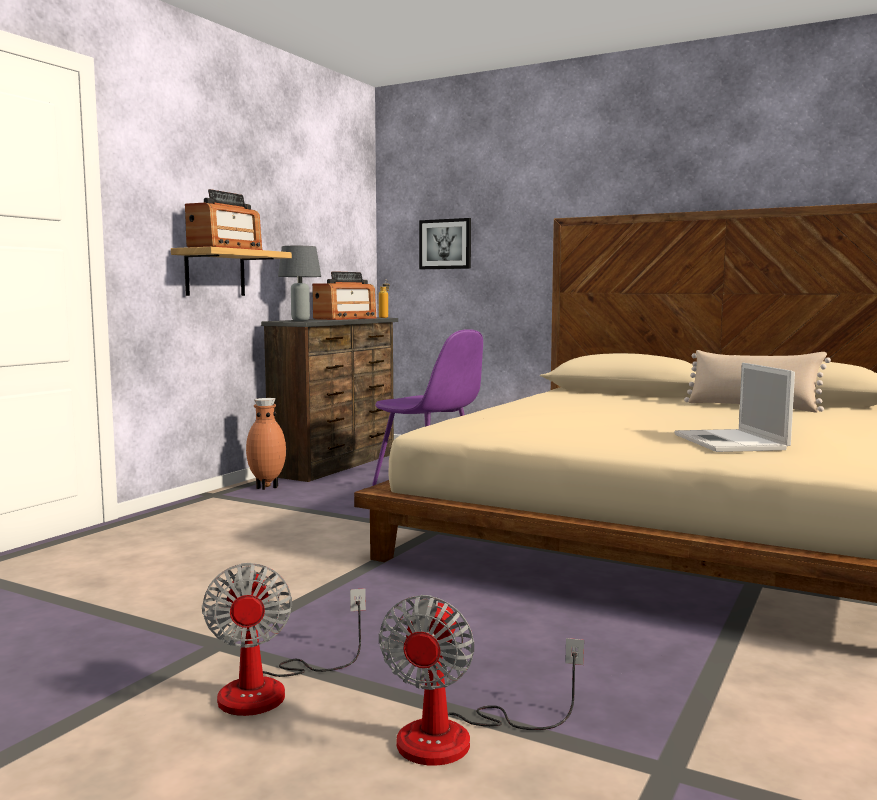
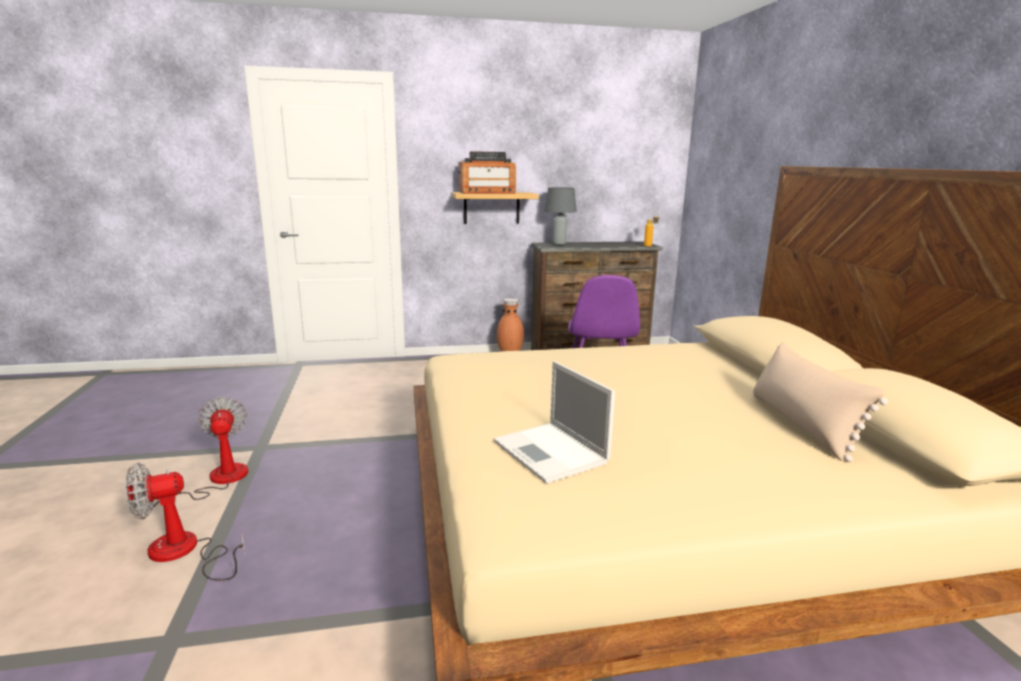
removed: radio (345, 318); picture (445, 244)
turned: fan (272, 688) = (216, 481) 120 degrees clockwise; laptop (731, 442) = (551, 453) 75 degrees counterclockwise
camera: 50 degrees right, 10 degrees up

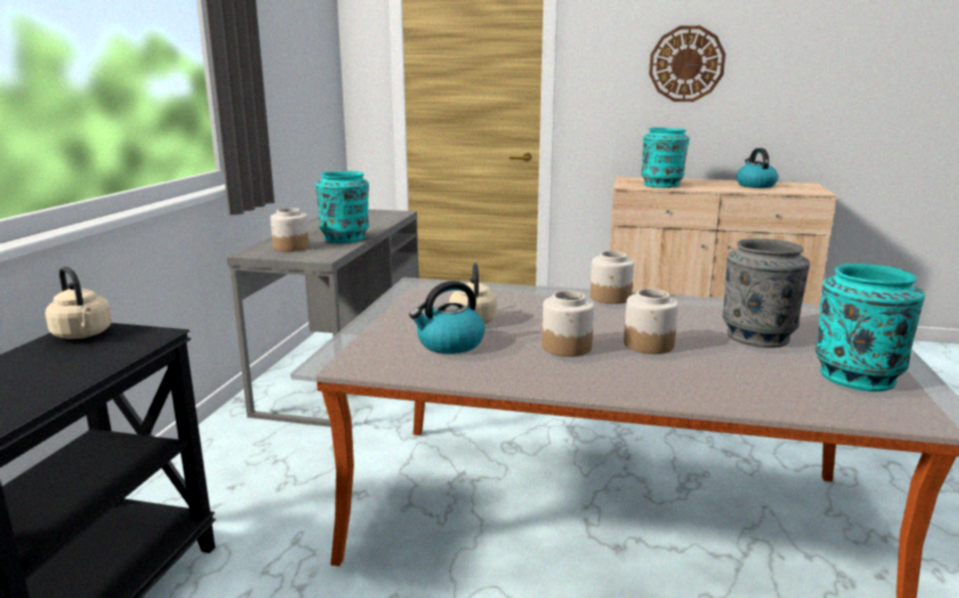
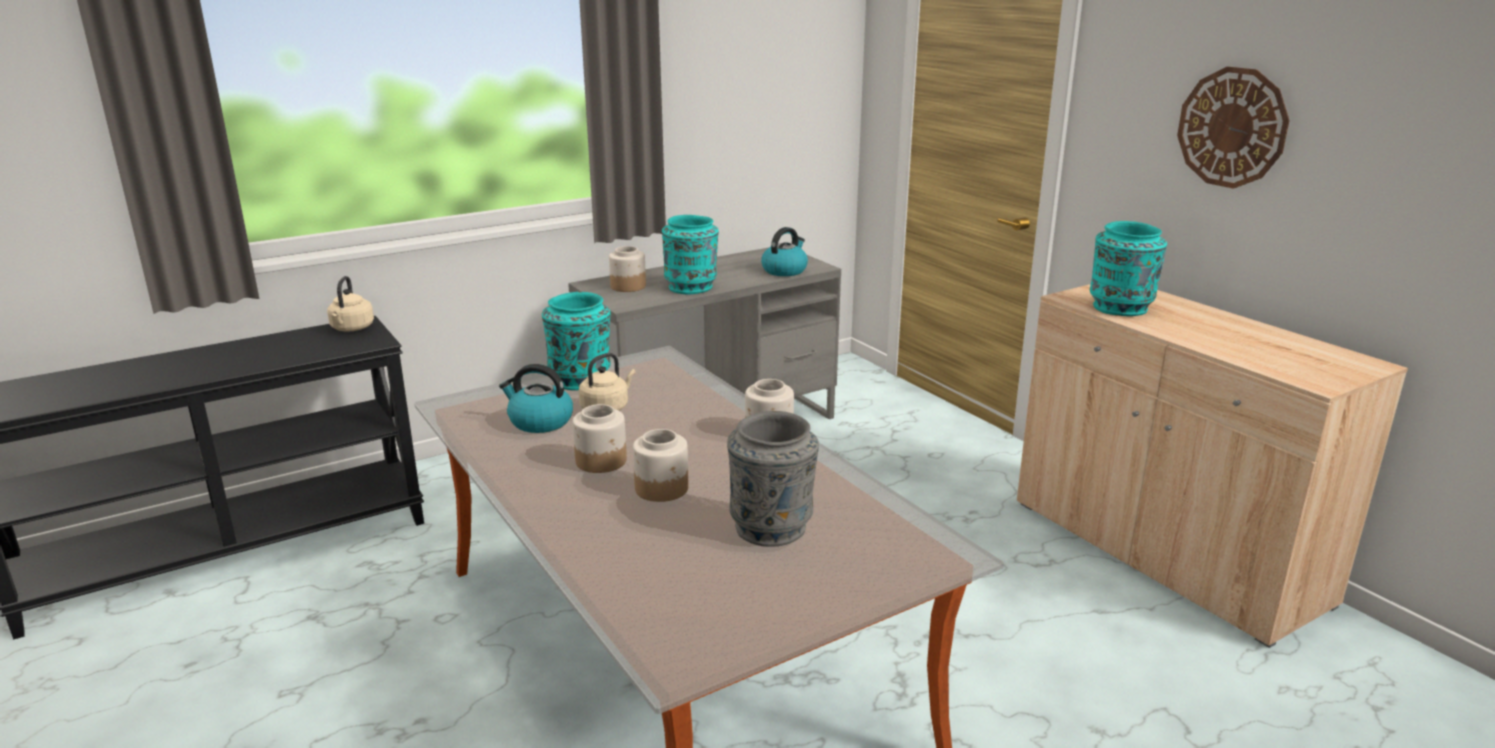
moved: kettle (755, 185) to (784, 270); vase/turquoise (856, 376) to (580, 379)
camera: 45 degrees right, 5 degrees up

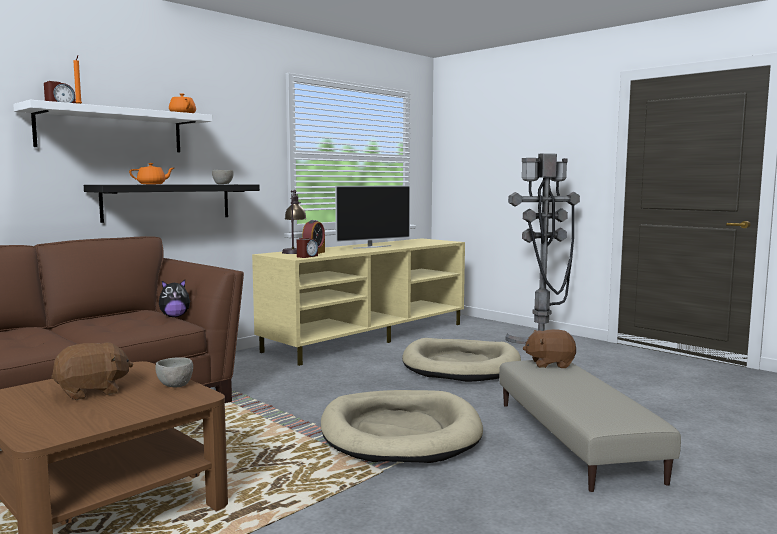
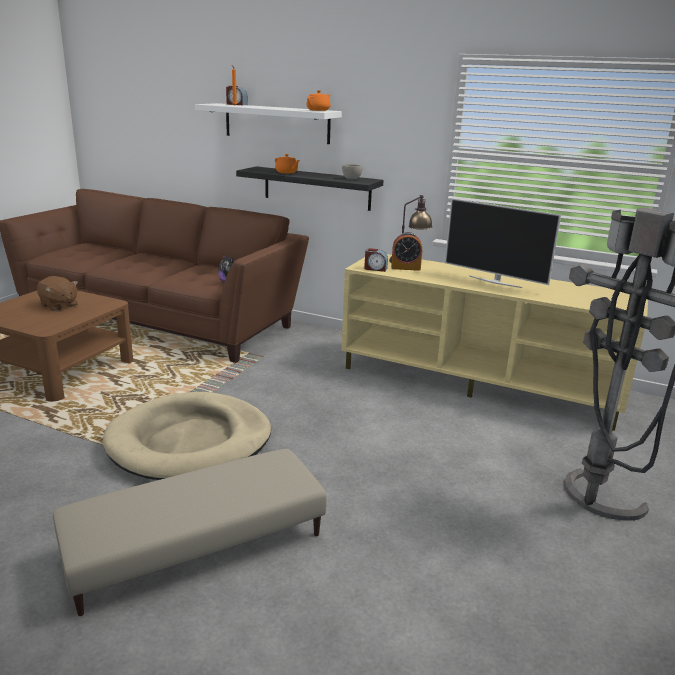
removed: bowl/grey (174, 385); dog bed/beige (461, 365); plush toy/brown (550, 364)
camera: 70 degrees right, 15 degrees up

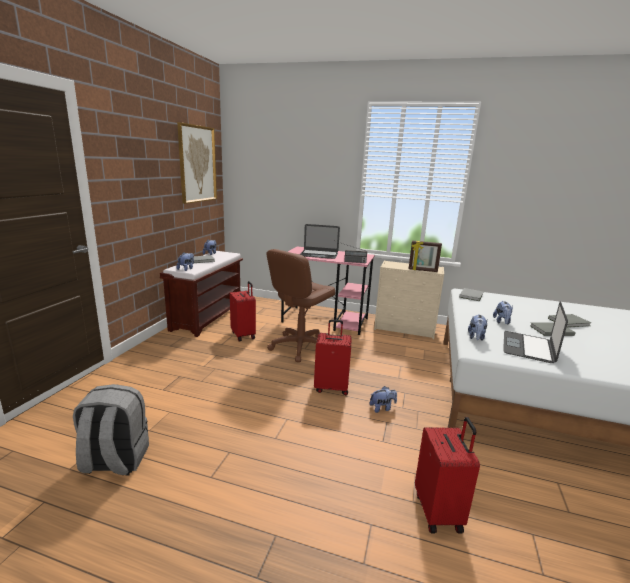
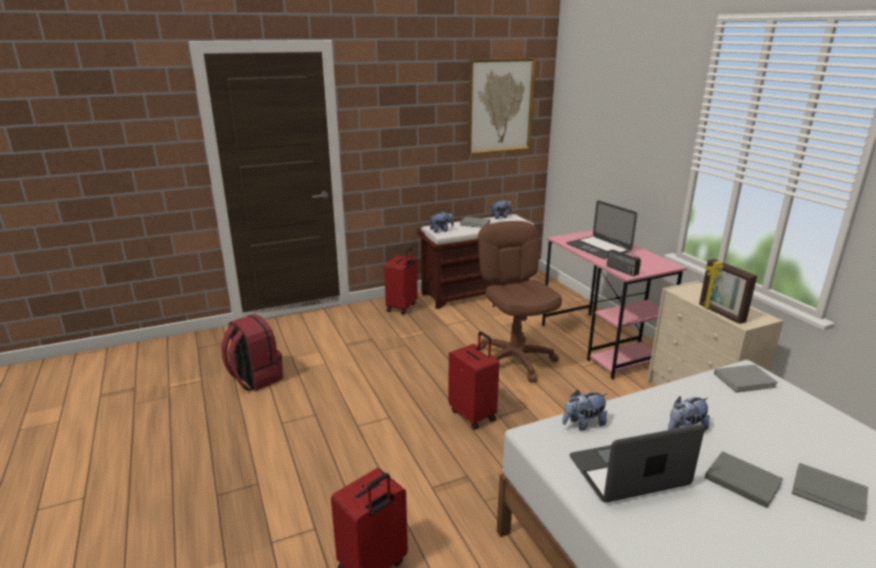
removed: plush toy (382, 408)
moved: suitcase/red (244, 335) to (402, 307)
recoloured: backpack/grey (115, 461) to backpack/red (255, 378)
turned: office chair/brown (300, 347) = (514, 360) 75 degrees clockwise
camera: 50 degrees right, 5 degrees up

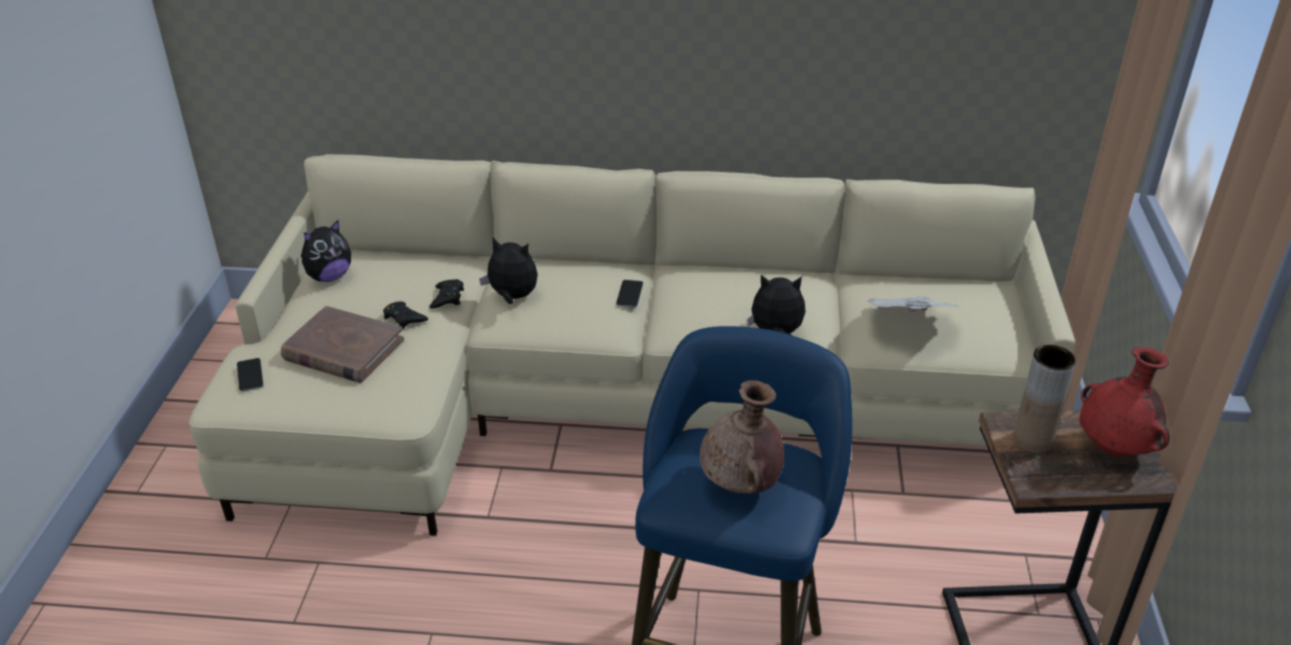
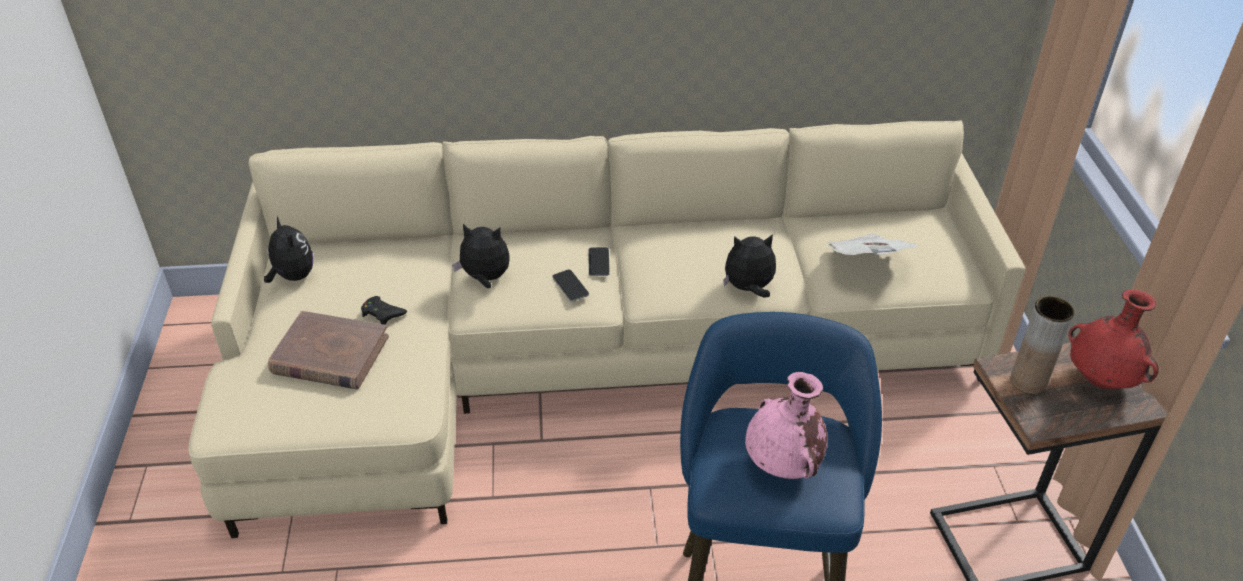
removed: game controller/black (447, 298)
moved: phone (250, 375) to (570, 286)
recoloured: vase/brown (740, 485) to vase/pink (783, 466)
turned: plush toy (329, 277) = (292, 276) 75 degrees counterclockwise
camera: 10 degrees left, 5 degrees up

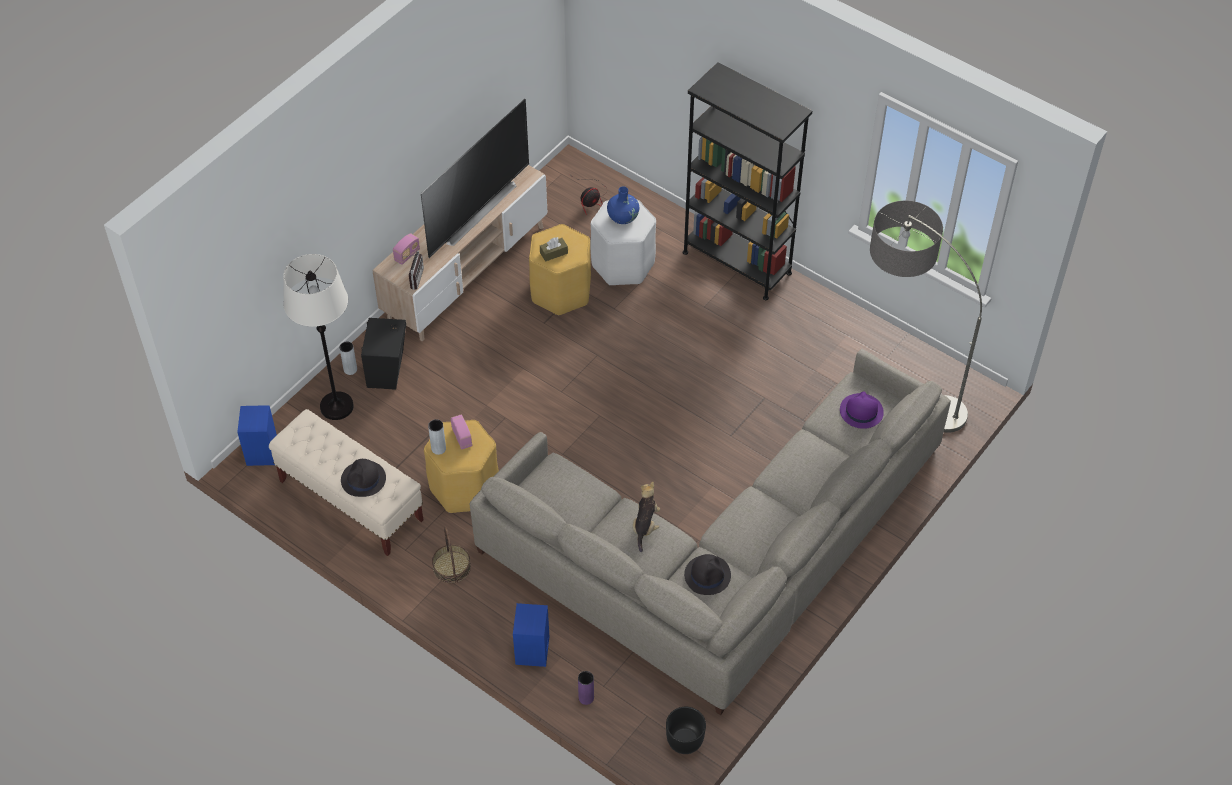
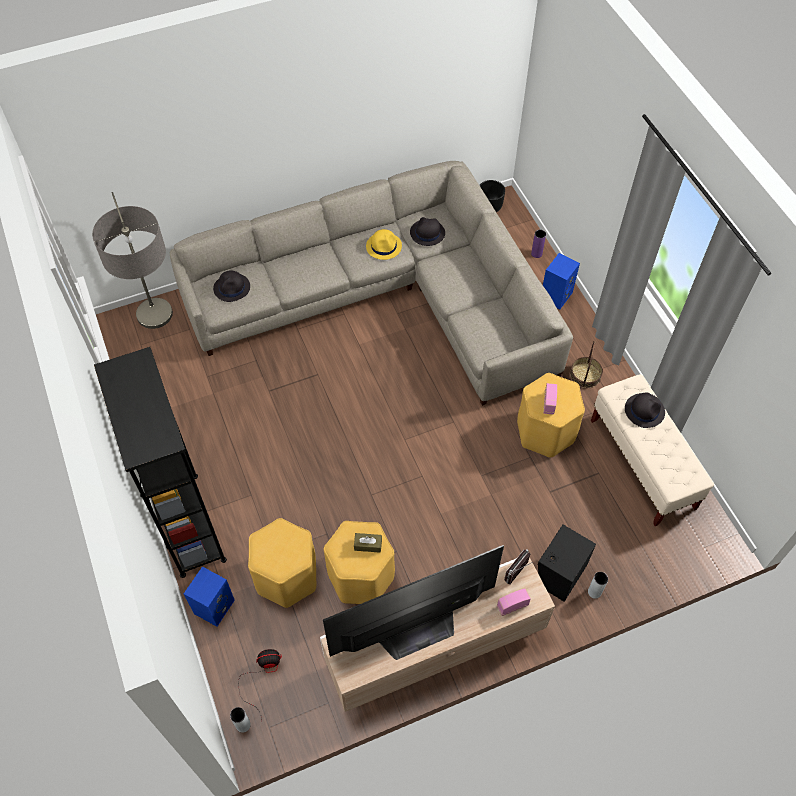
removed: floor lamp/white (336, 406); vase/blue (623, 217); plush toy (645, 525)
added: hat/yellow (384, 246)
moved: speaker/blue (263, 453) to (214, 605); vase/grey (438, 448) to (243, 725)
recoloured: stool/white (623, 264) to stool/yellow (286, 577); hat/purple (861, 411) to hat/black (232, 288)
camera: 150 degrees left, 5 degrees up

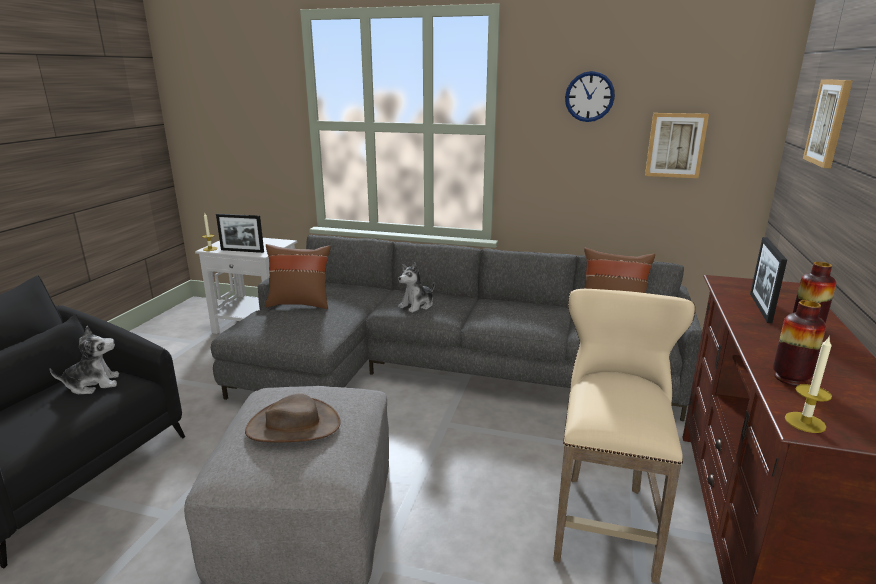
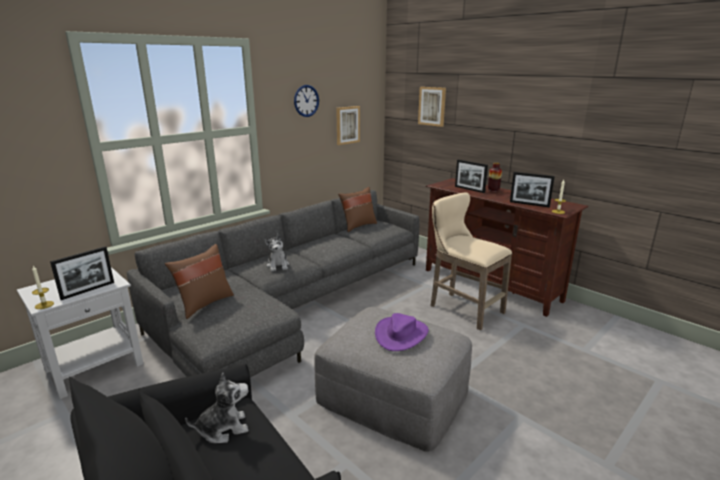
replaced: vase (790, 378) to picture frame (529, 204)
recoloured: hat/brown (293, 426) to hat/purple (401, 334)
turned: plush toy (93, 384) = (223, 428) 60 degrees clockwise
camera: 60 degrees left, 0 degrees up

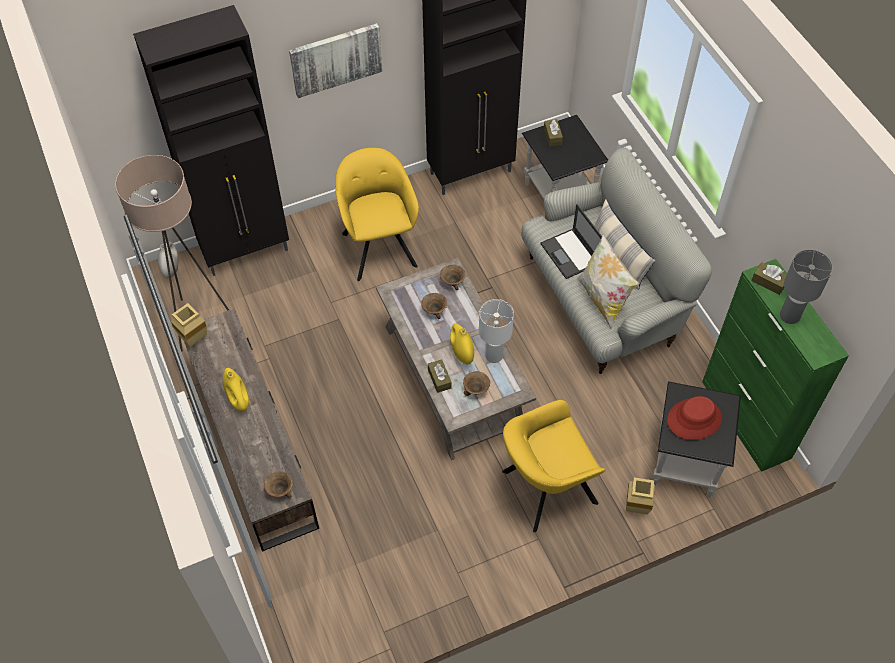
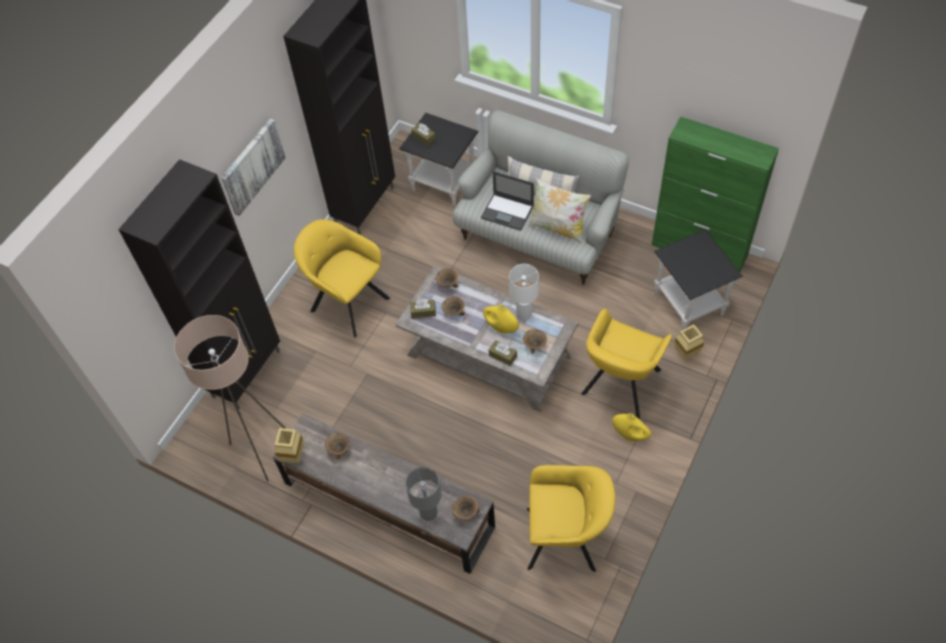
removed: vase/white (171, 269); hat/red (694, 419)
added: bowl/brown (339, 449); armchair/yellow (565, 539)
moved: vase/yellow (238, 400) to (630, 435); tissue box/brown (768, 282) to (423, 312); table lamp/grey (789, 315) to (428, 512)
camera: 35 degrees left, 0 degrees up

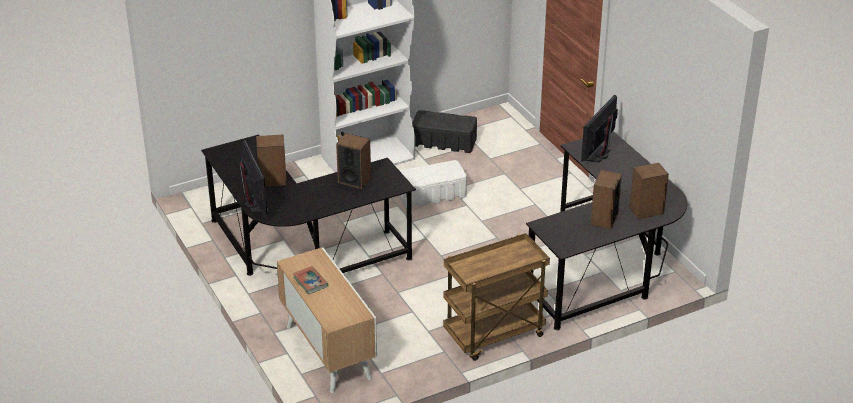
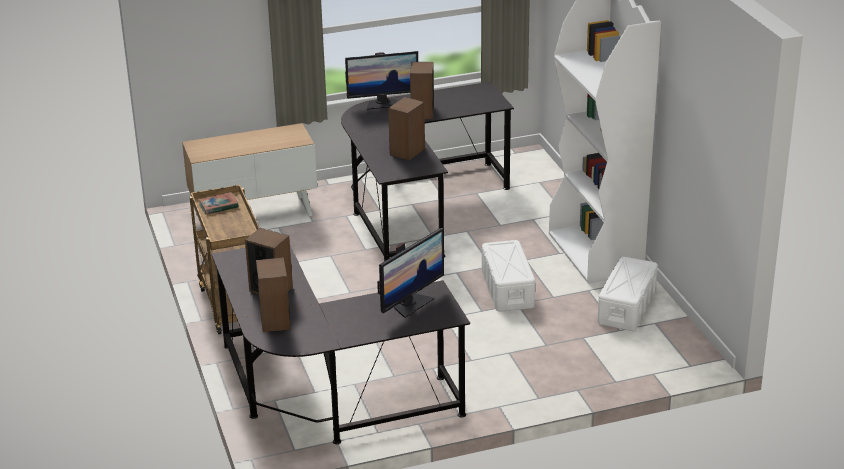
moved: book (310, 282) to (218, 206)
recoloured: storage box/black (443, 142) to storage box/white (627, 307)
turned: monitor (598, 155) = (411, 304) 90 degrees clockwise
camera: 100 degrees right, 5 degrees down

